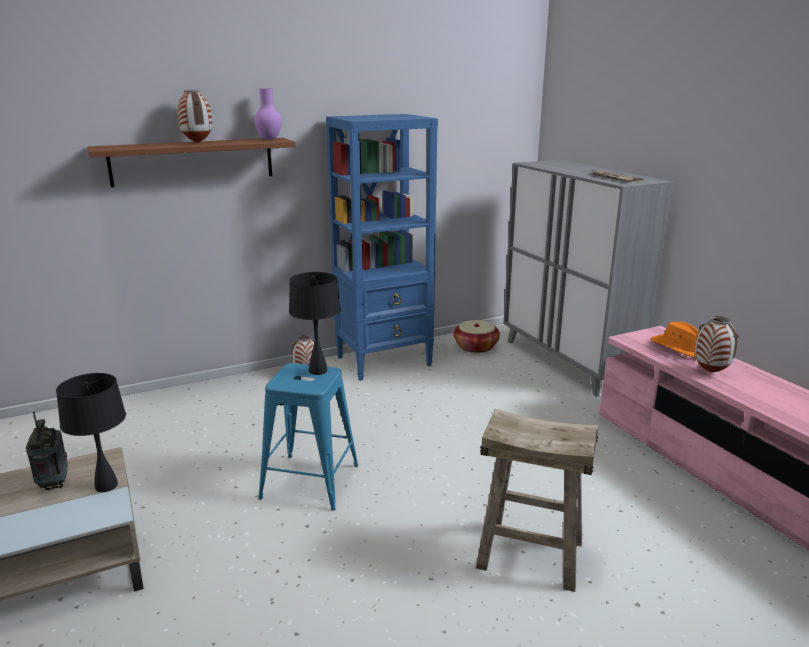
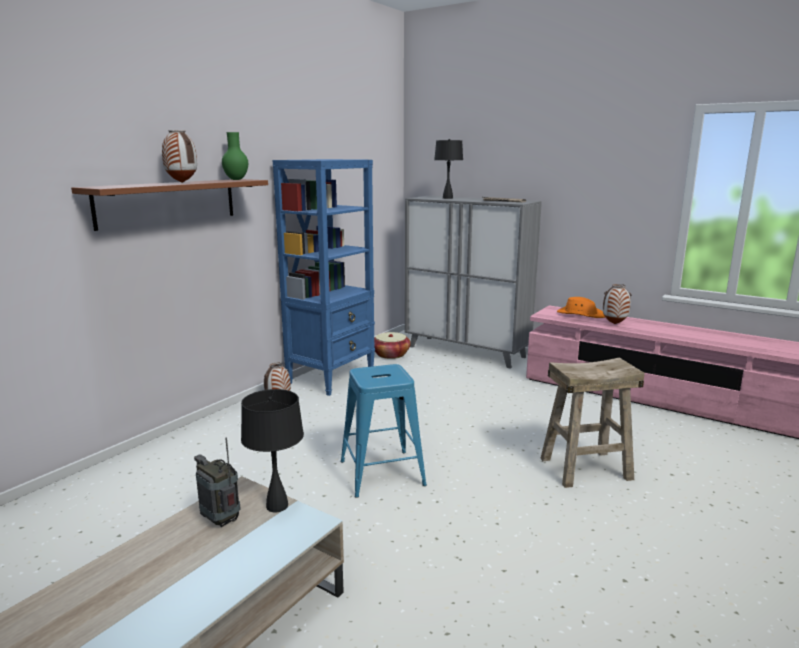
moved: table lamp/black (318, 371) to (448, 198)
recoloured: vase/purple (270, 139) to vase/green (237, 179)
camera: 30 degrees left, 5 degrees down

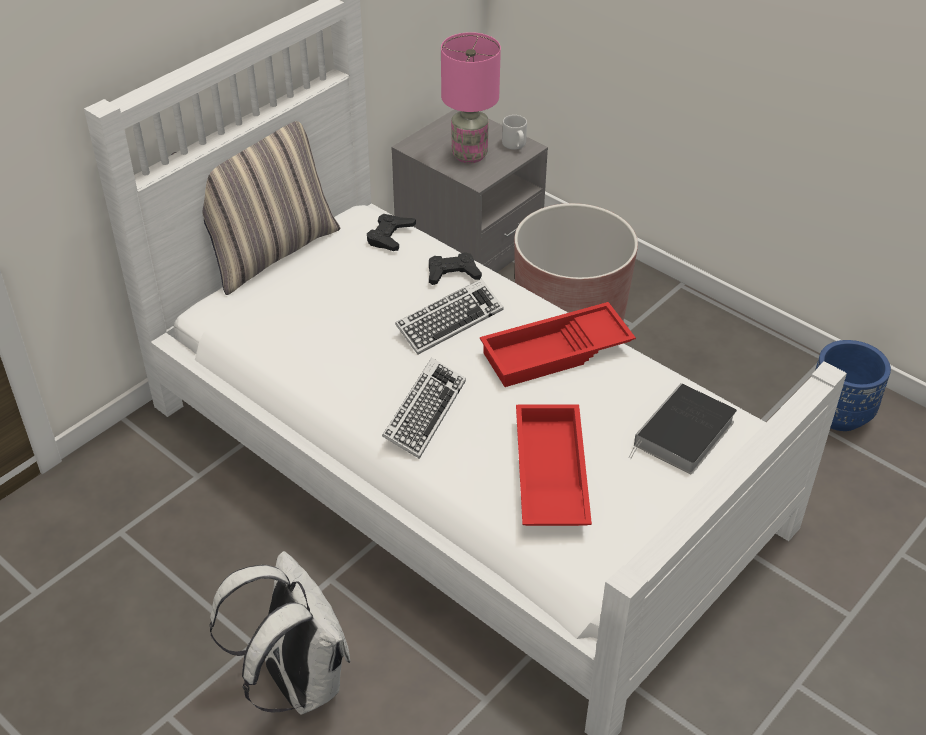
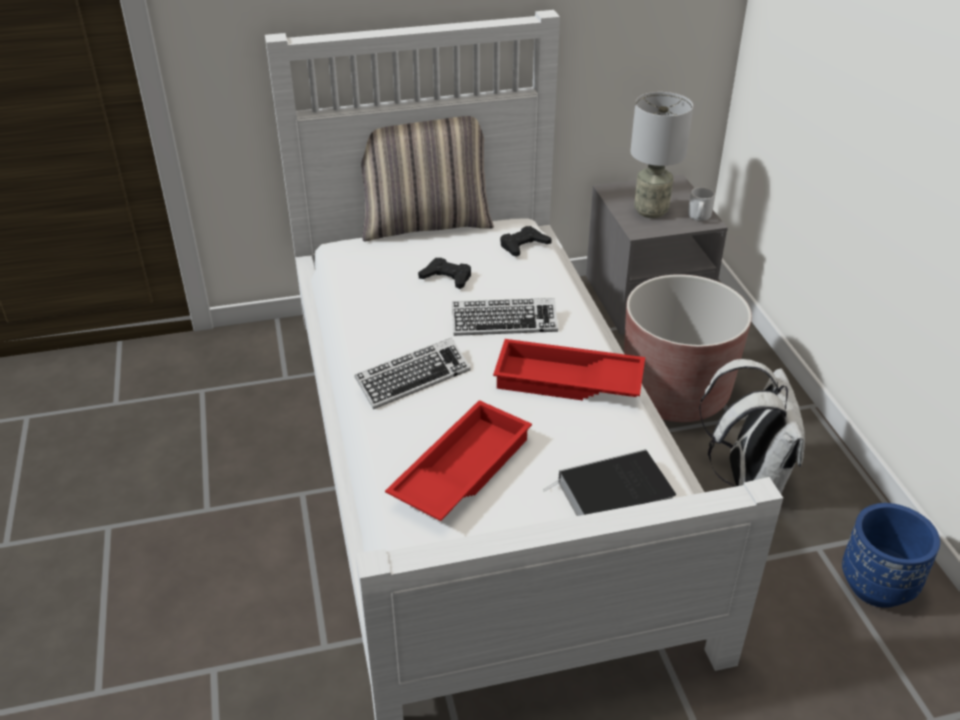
moved: backpack/white (296, 681) to (747, 479); game controller/black (452, 273) to (447, 277)
recoloured: table lamp/pink (468, 155) to table lamp/grey (650, 211)
camera: 35 degrees right, 5 degrees down

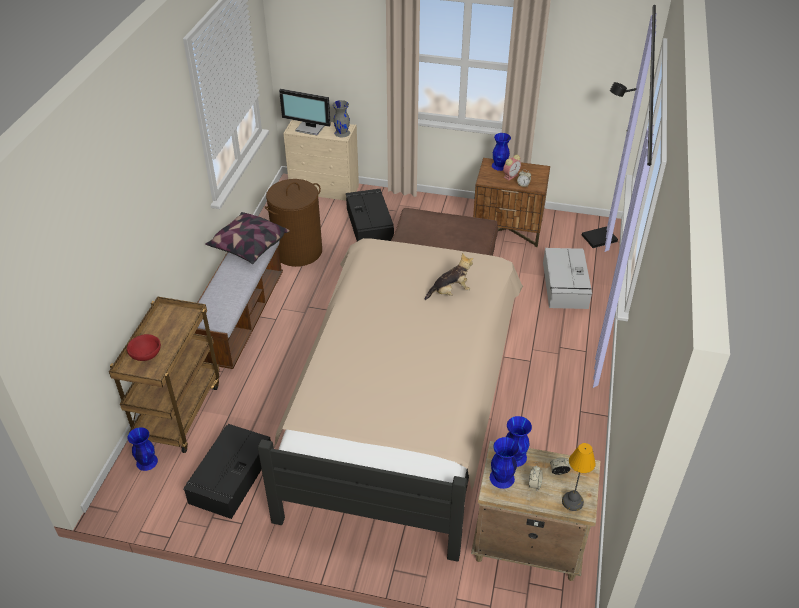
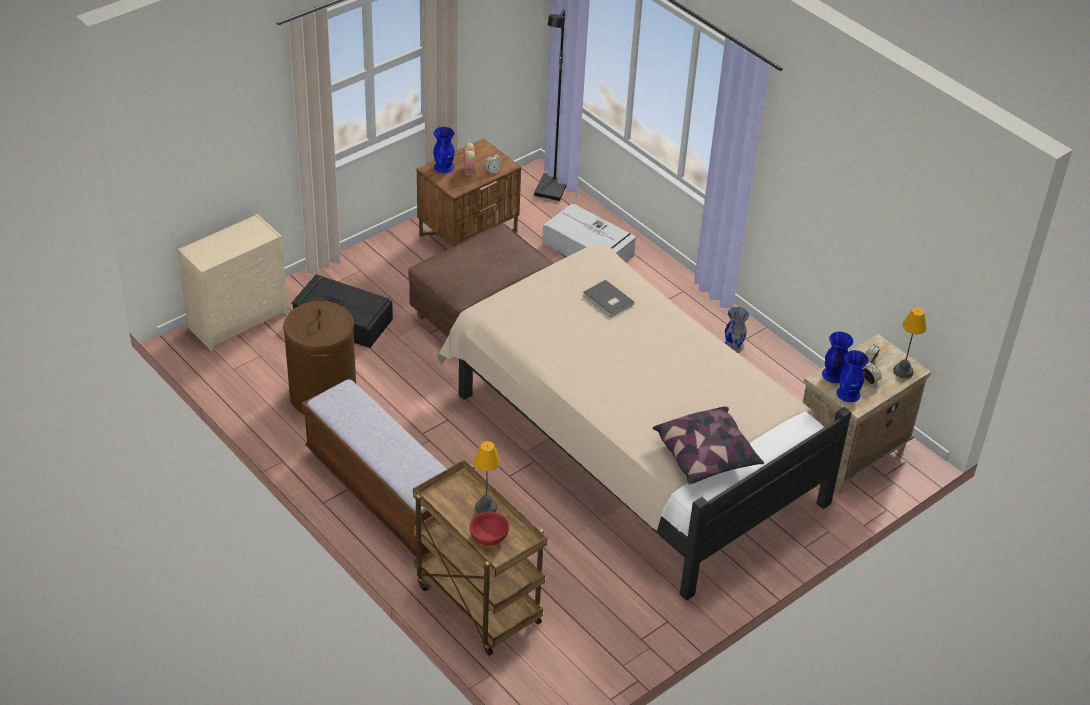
removed: vase/blue (146, 462); storage box/black (230, 478); monitor (310, 128)
added: table lamp (485, 507)
moved: pillow (249, 246) to (707, 456); vase/grey (342, 133) to (733, 345)
replaced: plush toy (450, 292) to book/grey (607, 300)
camera: 55 degrees left, 0 degrees up

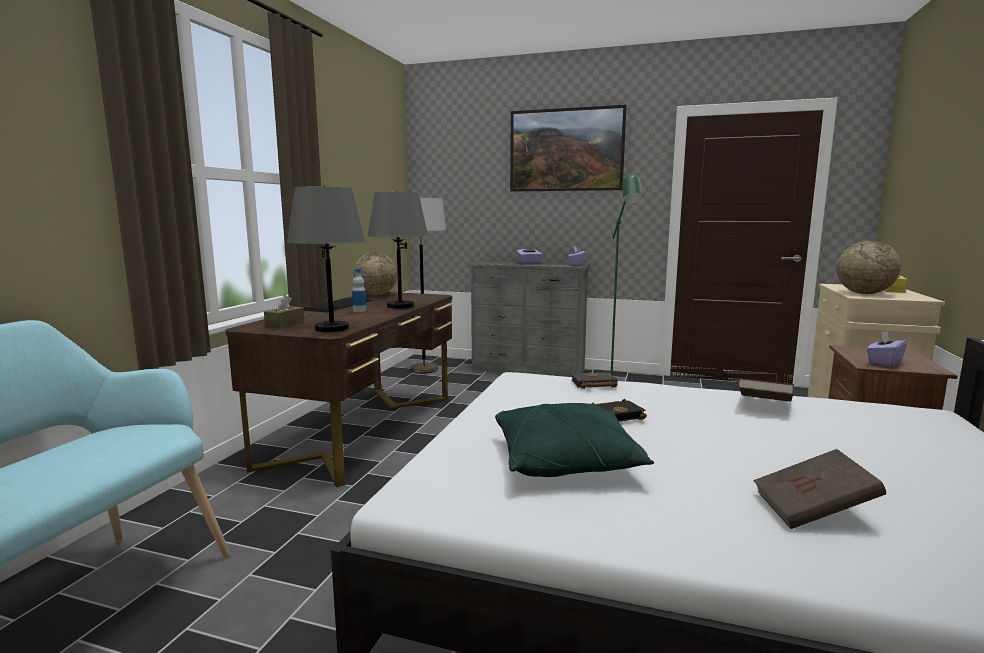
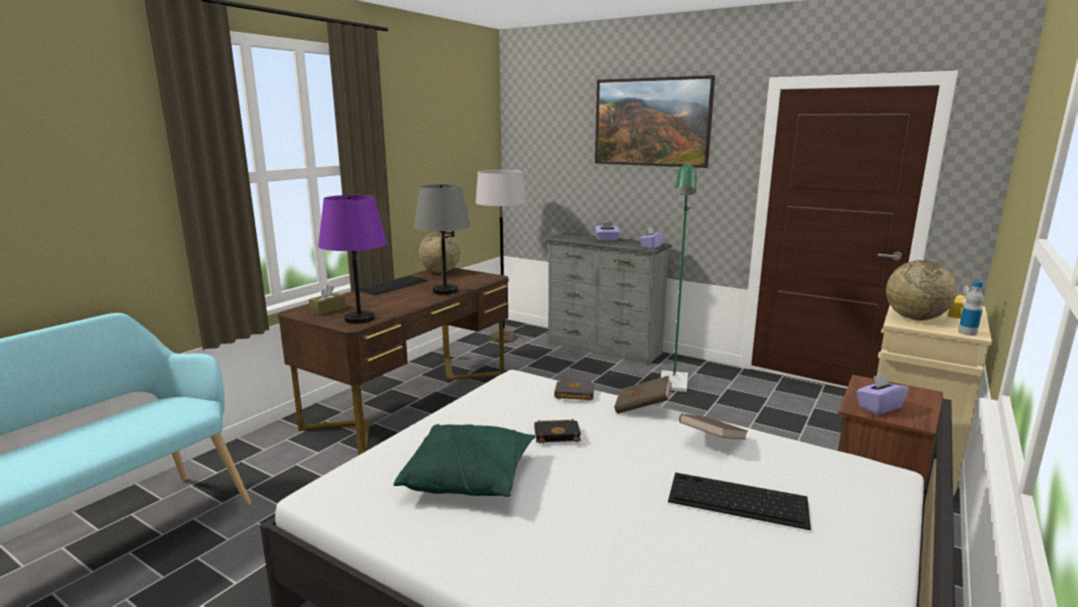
added: keyboard (736, 500)
moved: bottle (359, 311) to (967, 333); book/brown (812, 510) to (642, 408)
recoloured: table lamp/grey (332, 328) to table lamp/purple (360, 319)
camera: 15 degrees right, 5 degrees up

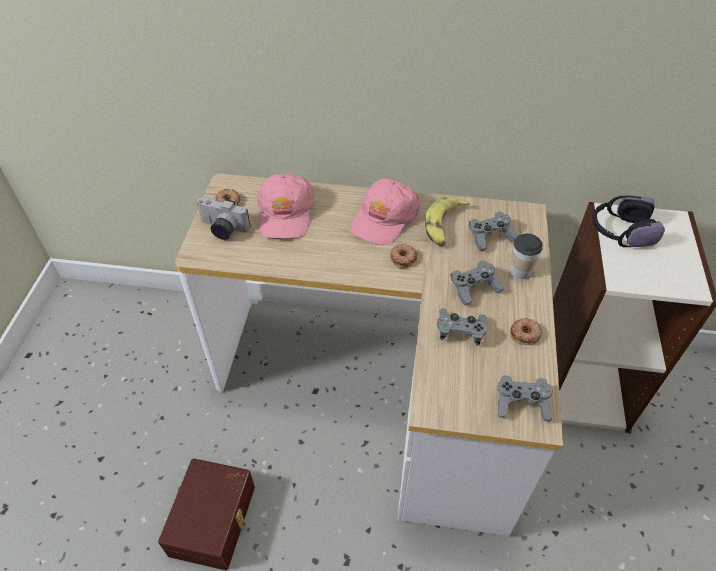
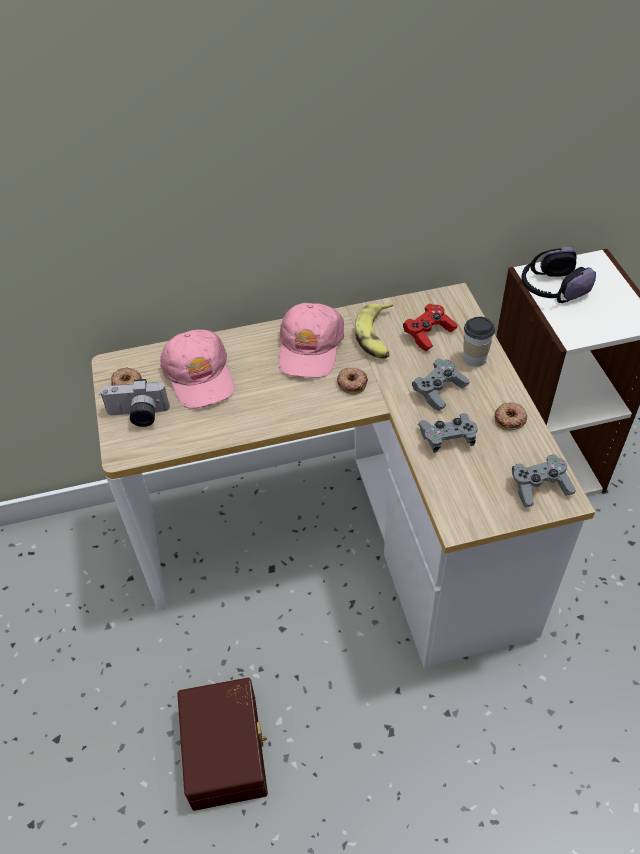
recoloured: game controller/grey (490, 237) to game controller/red (428, 333)
camera: 20 degrees left, 0 degrees up

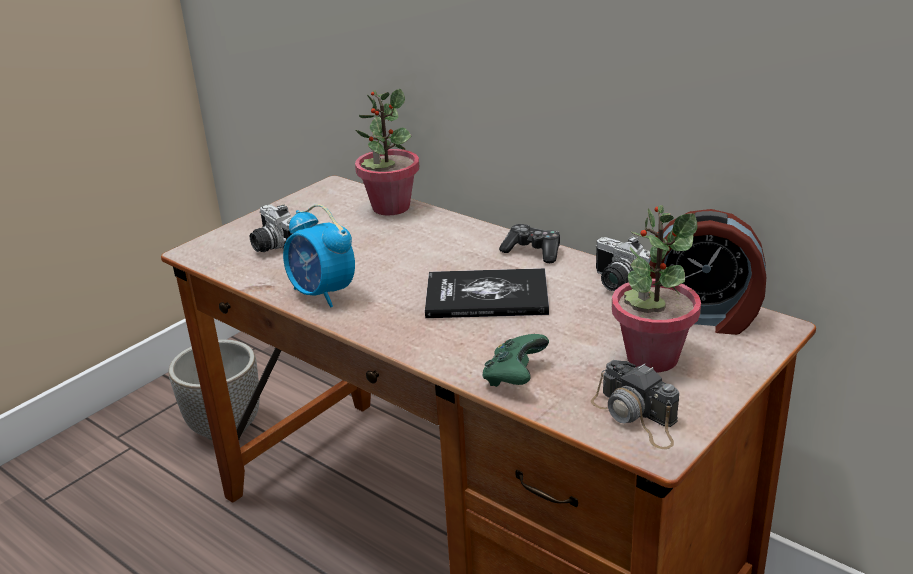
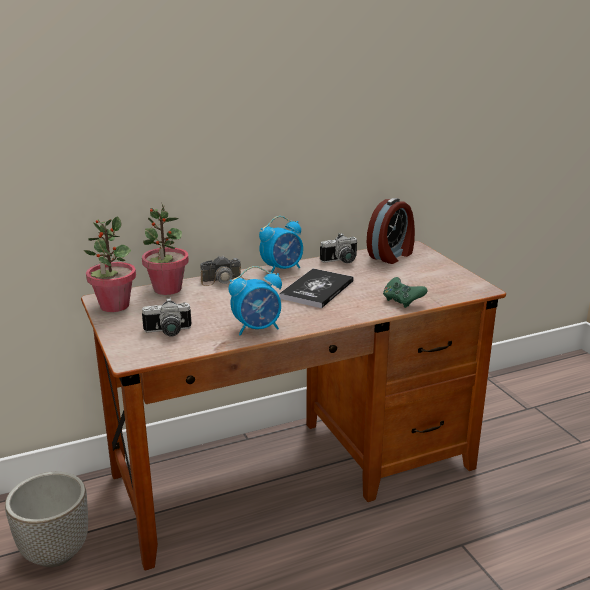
moved: photo camera (637, 417) to (226, 280); potted plant (652, 357) to (114, 306)
replaced: game controller (533, 251) to alarm clock (282, 269)
camera: 65 degrees left, 5 degrees down

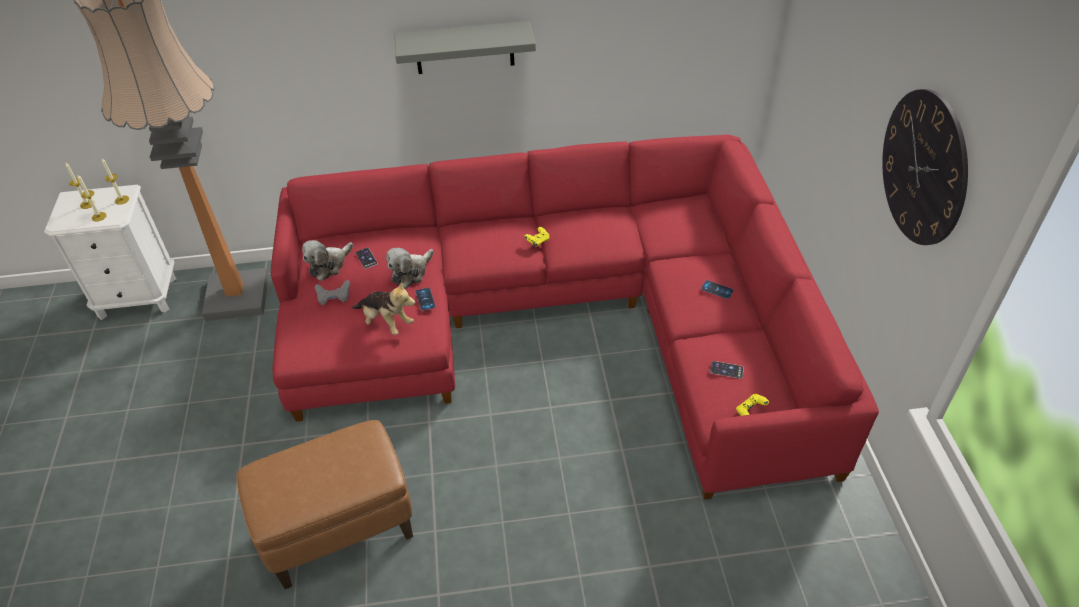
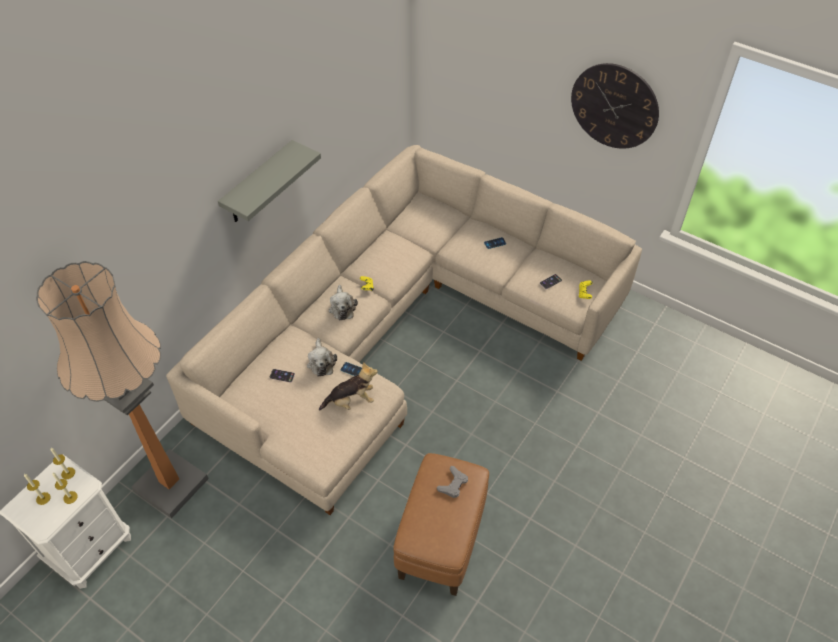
moved: plush toy (329, 265) to (342, 307); game controller/grey (333, 295) to (453, 484)
recoloured: sofa/red (562, 320) to sofa/beige (399, 329)
camera: 50 degrees left, 5 degrees up

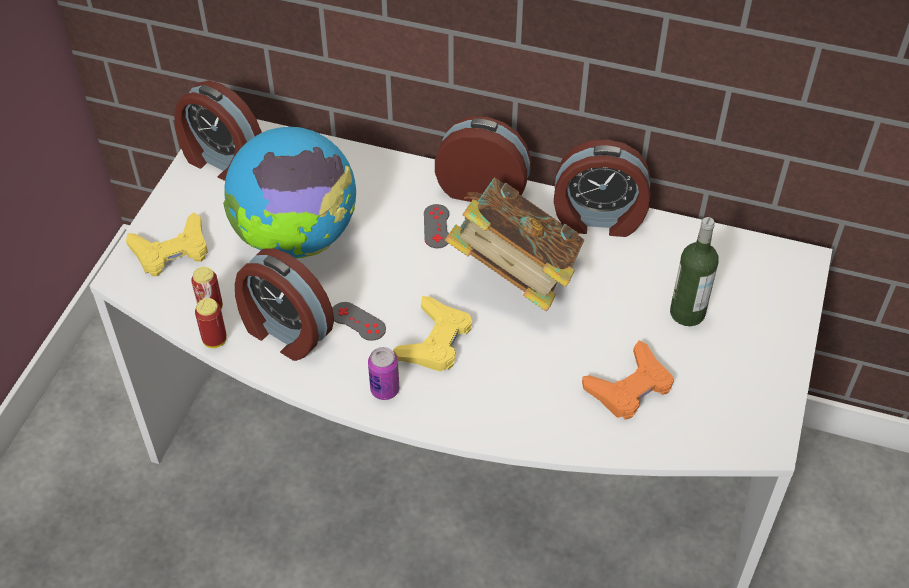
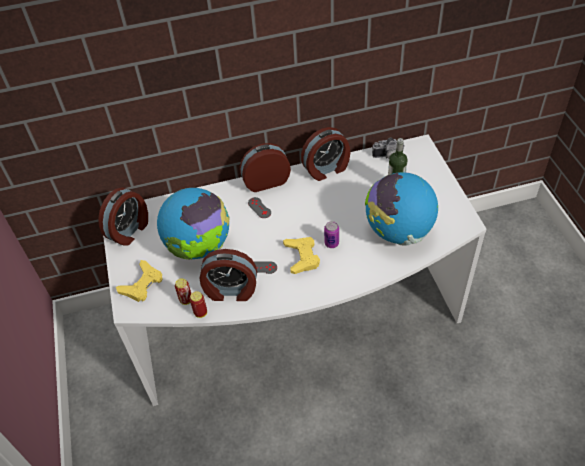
removed: book (514, 275)
added: photo camera (388, 157)
moved: can (385, 390) to (331, 243)
replaced: game controller/orange (629, 387) to globe (398, 231)
turned: alarm clock (221, 161) = (129, 230) 60 degrees counterclockwise
camera: 30 degrees left, 0 degrees up

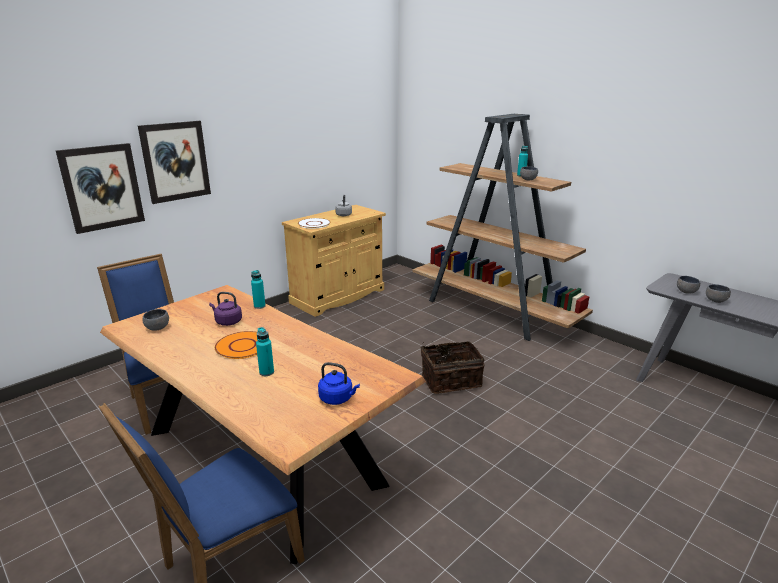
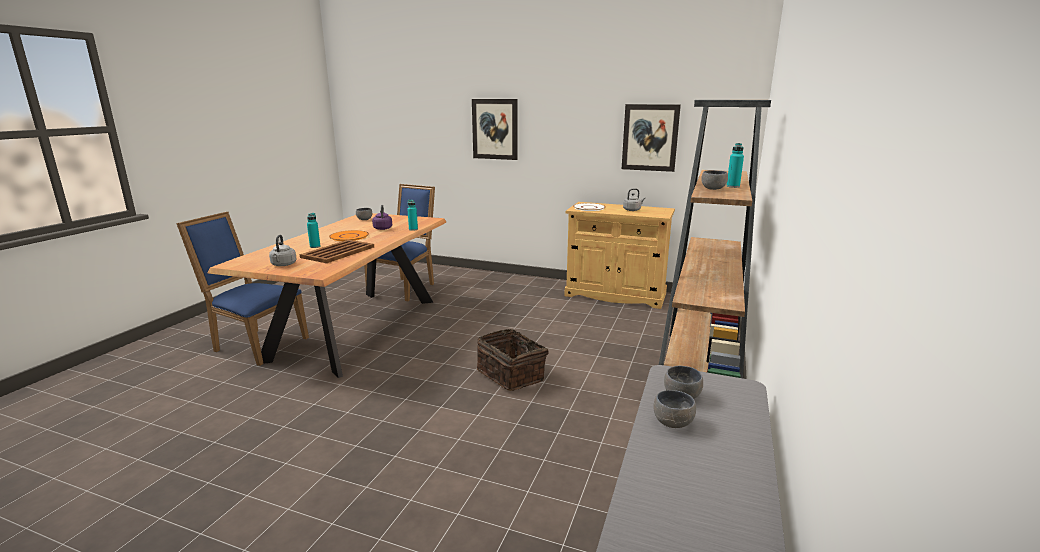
added: tray/brown (339, 252)
moved: picture (102, 187) to (650, 137)
recoloured: kettle/blue (337, 398) to kettle/grey (283, 265)
camera: 65 degrees right, 5 degrees down

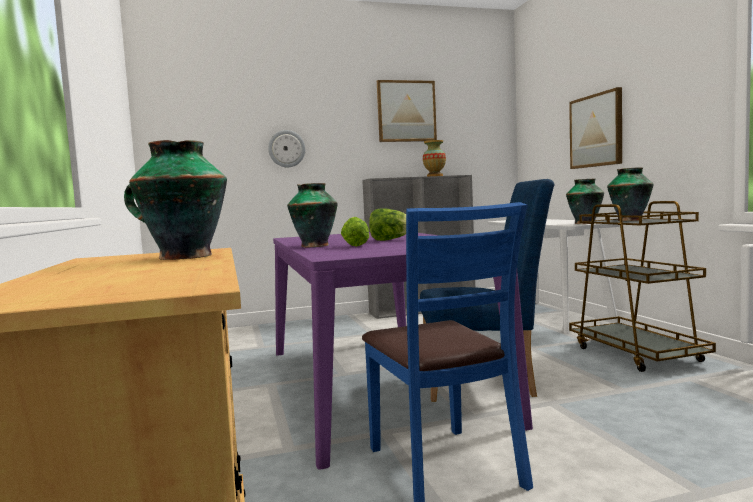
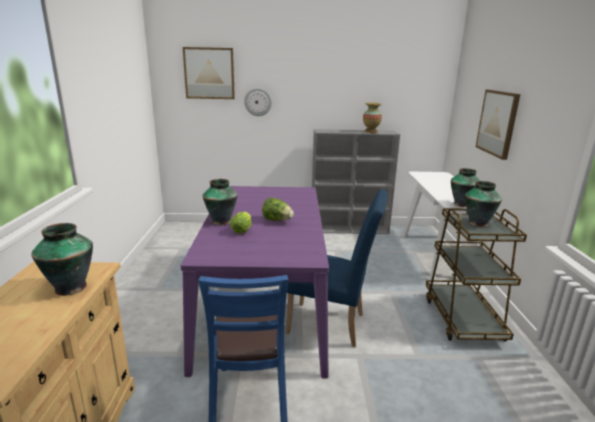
moved: picture (406, 111) to (209, 73)
camera: 15 degrees right, 15 degrees up

